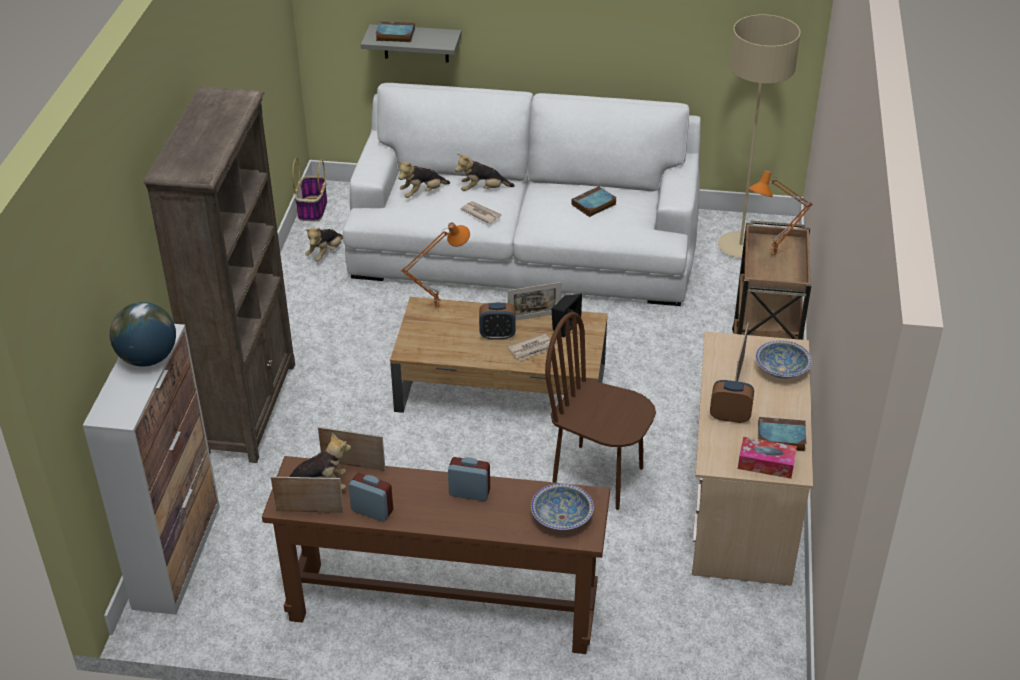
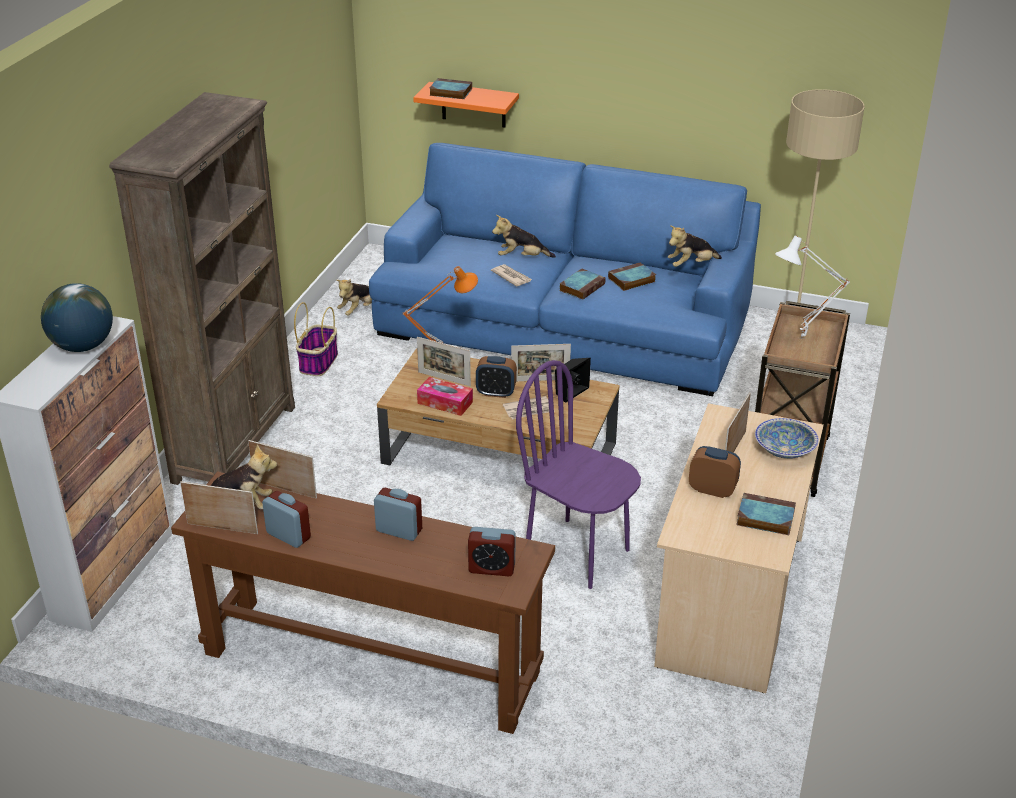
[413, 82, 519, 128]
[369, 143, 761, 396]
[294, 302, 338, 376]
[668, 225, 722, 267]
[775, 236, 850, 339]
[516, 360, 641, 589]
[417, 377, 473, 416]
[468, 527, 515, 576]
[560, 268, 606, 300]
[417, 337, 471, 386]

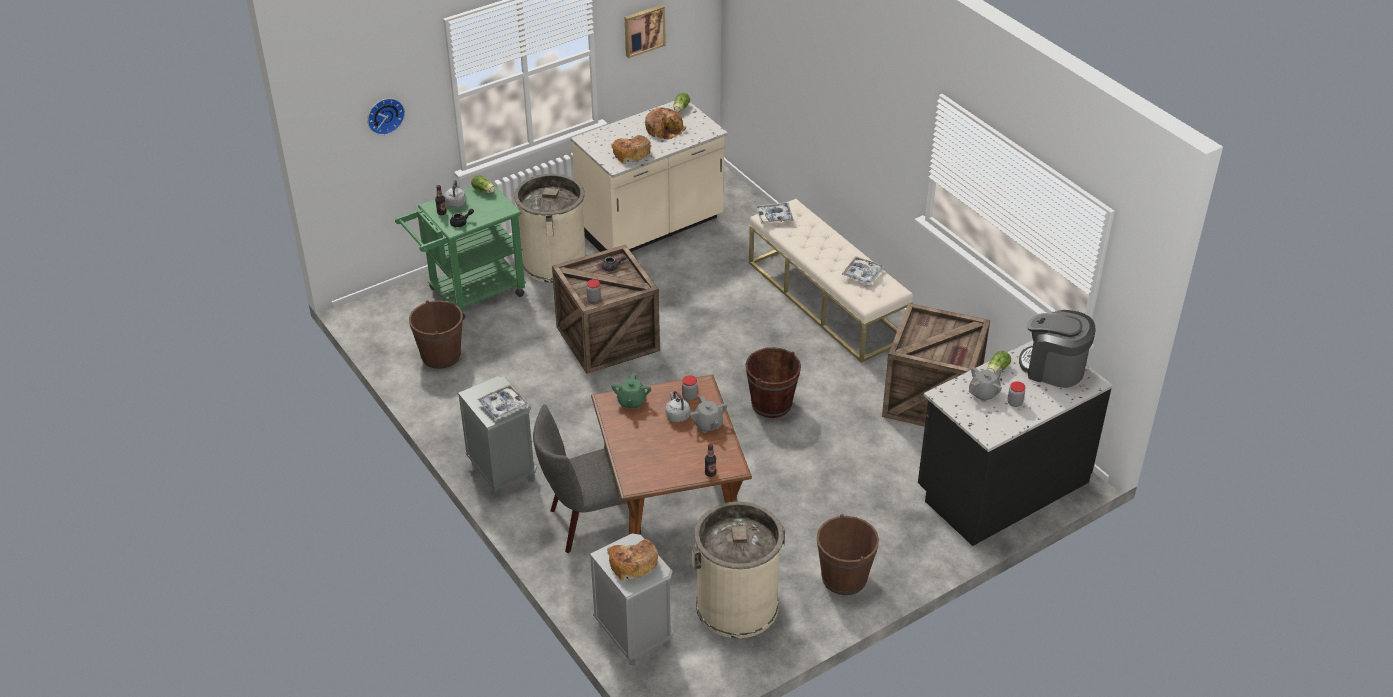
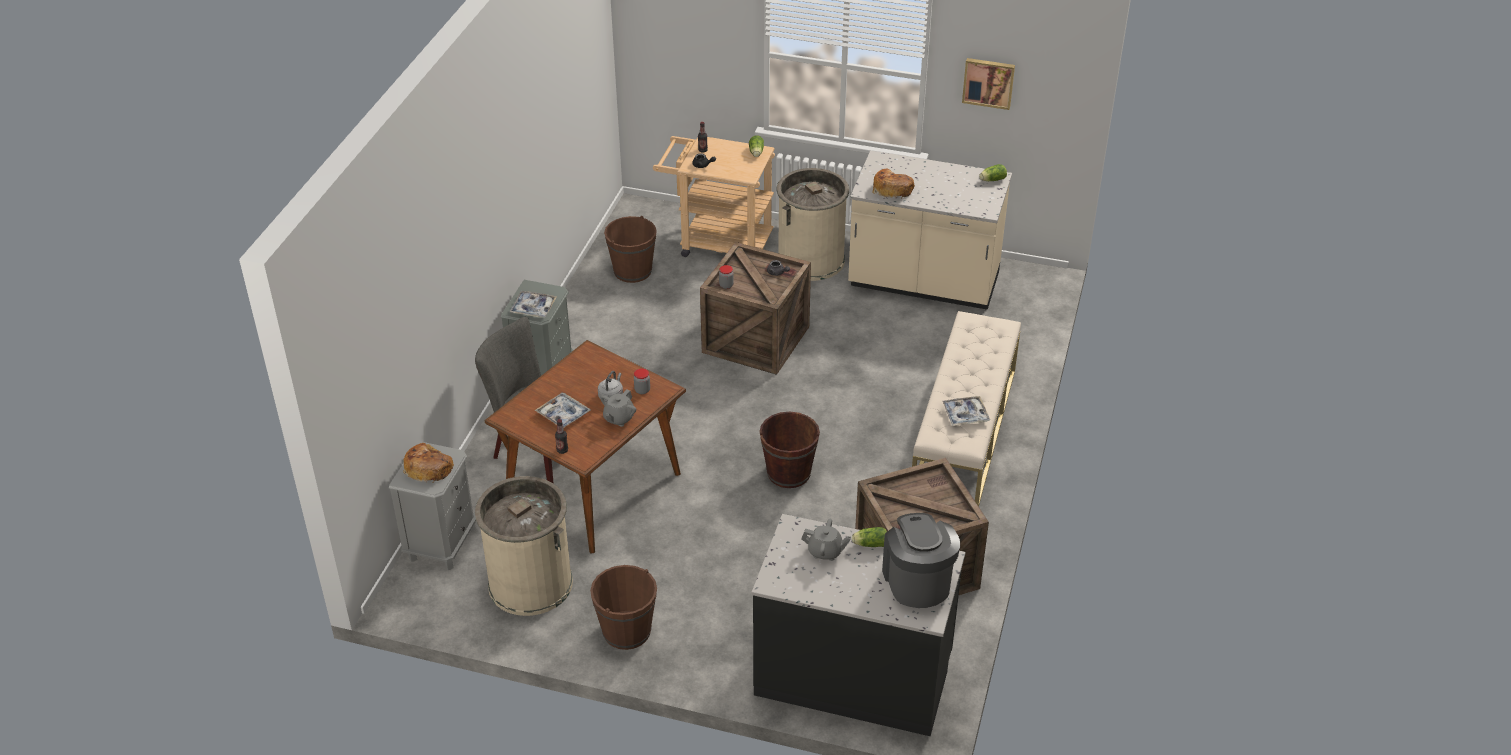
[367, 98, 405, 135] (first image)
[645, 107, 686, 139] (first image)
[653, 136, 775, 257]
[444, 180, 466, 208] (first image)
[535, 393, 591, 429]
[611, 373, 651, 409] (first image)
[1007, 381, 1025, 407] (first image)

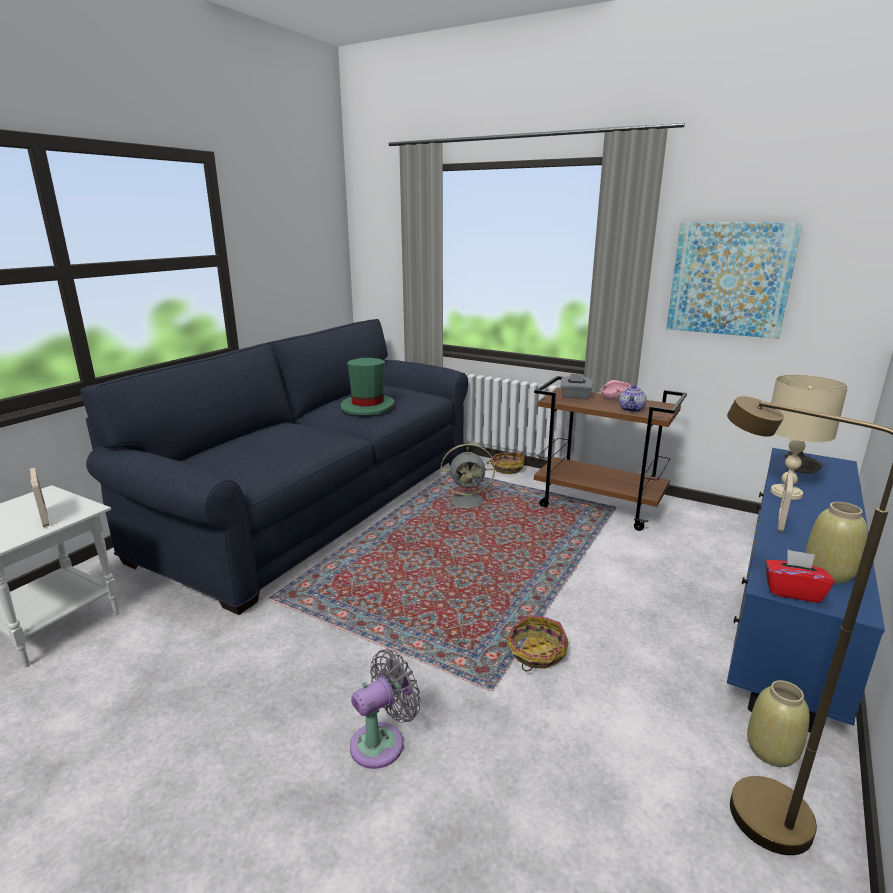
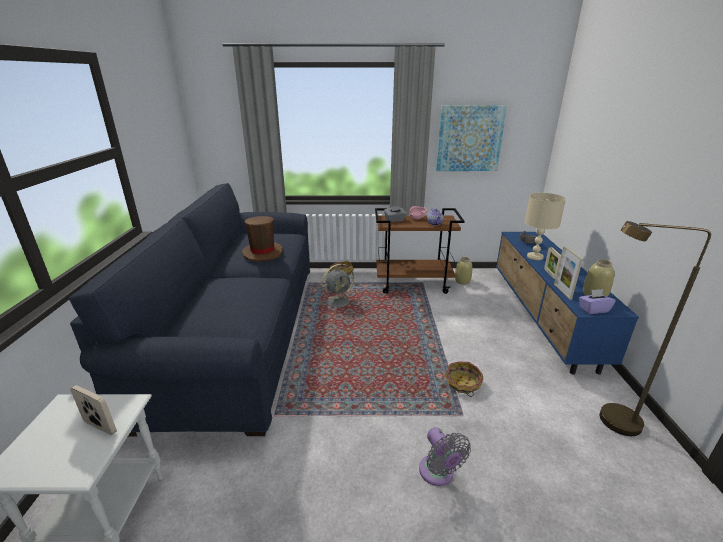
[242, 216, 283, 262]
[579, 289, 616, 314]
[419, 427, 471, 486]
[455, 257, 472, 285]
[554, 246, 583, 300]

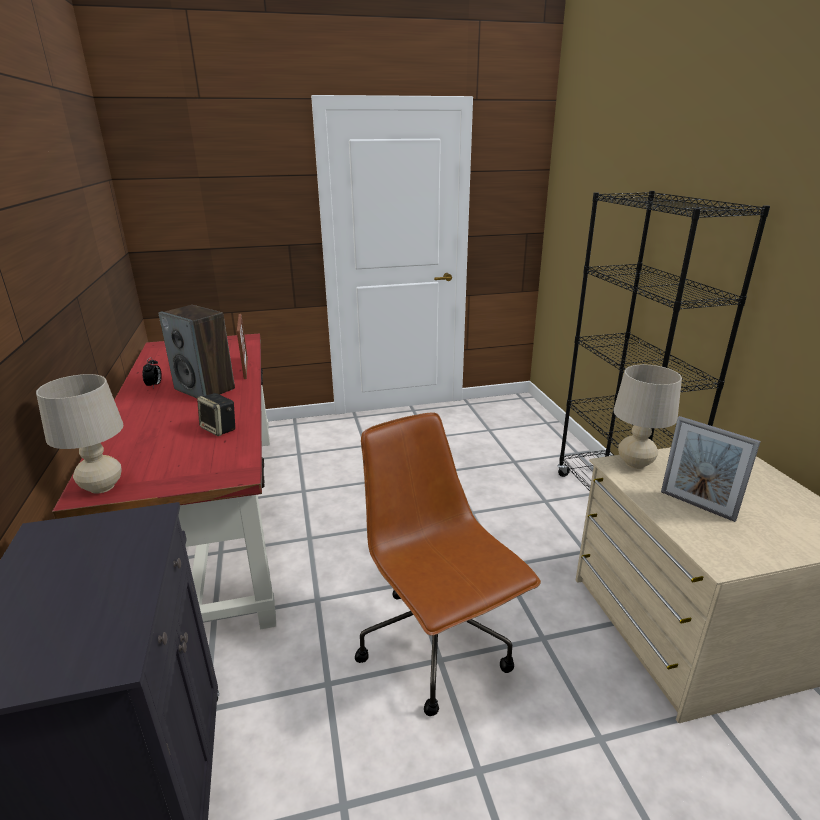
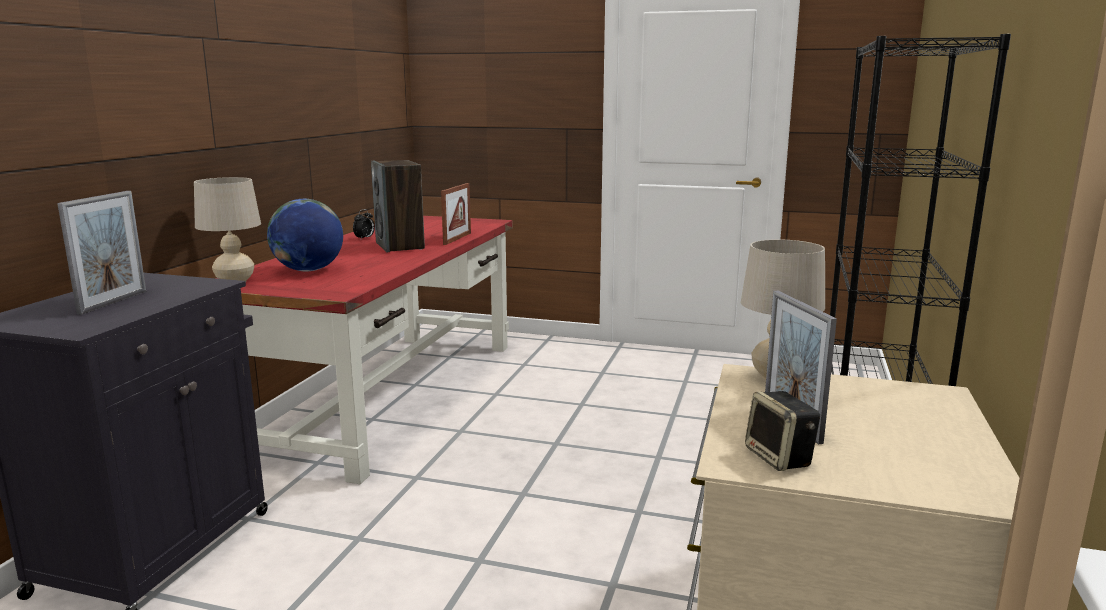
[745, 391, 820, 471]
[355, 413, 541, 716] (first image)
[57, 191, 146, 315]
[267, 199, 343, 271]

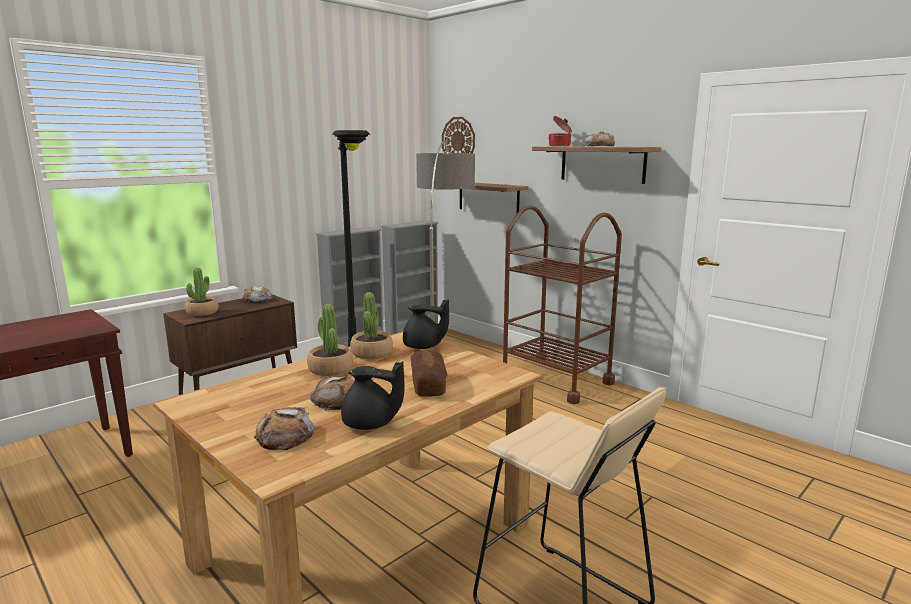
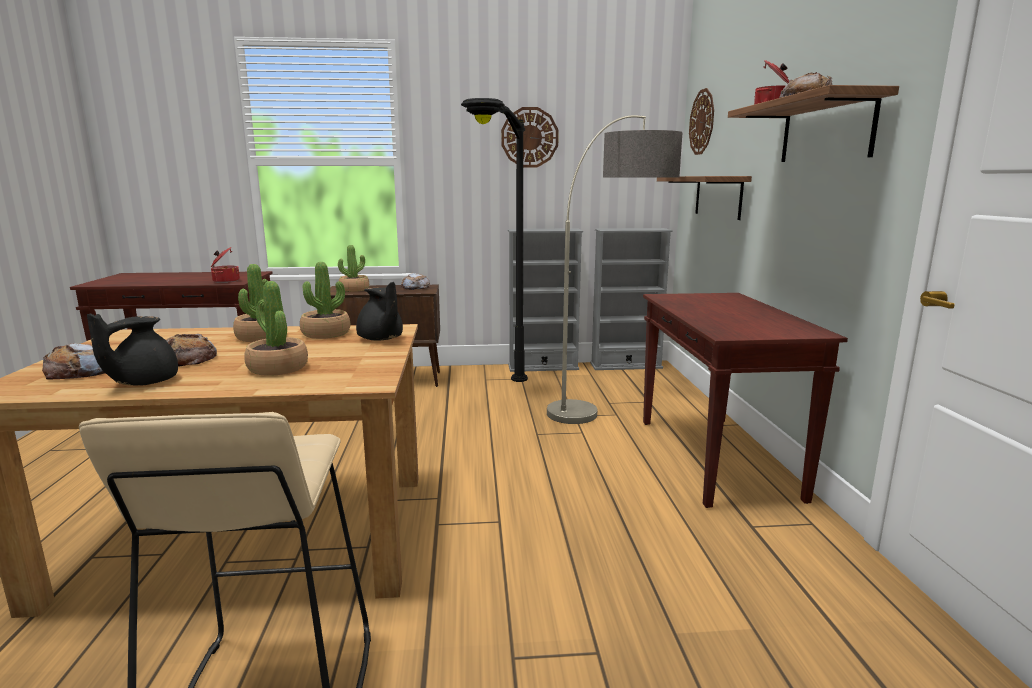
[643, 293, 848, 508]
[244, 281, 308, 376]
[87, 314, 178, 386]
[501, 107, 559, 168]
[211, 247, 240, 283]

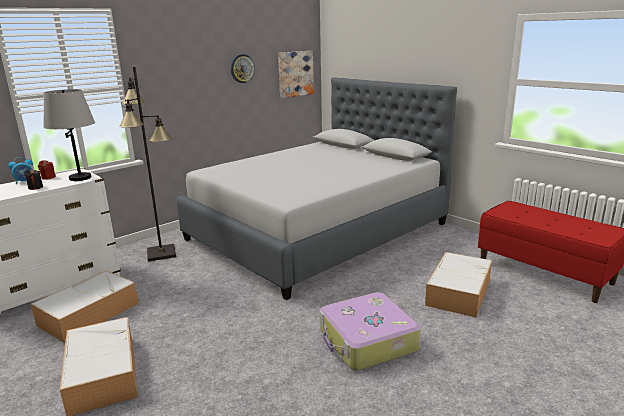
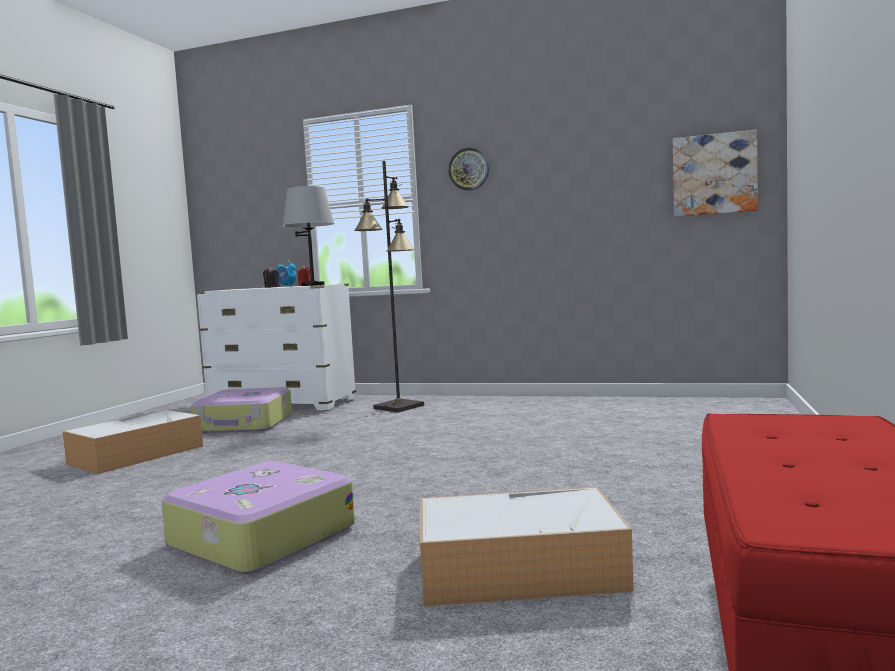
[448, 148, 489, 191]
[177, 77, 457, 300] (first image)
[191, 387, 292, 433]

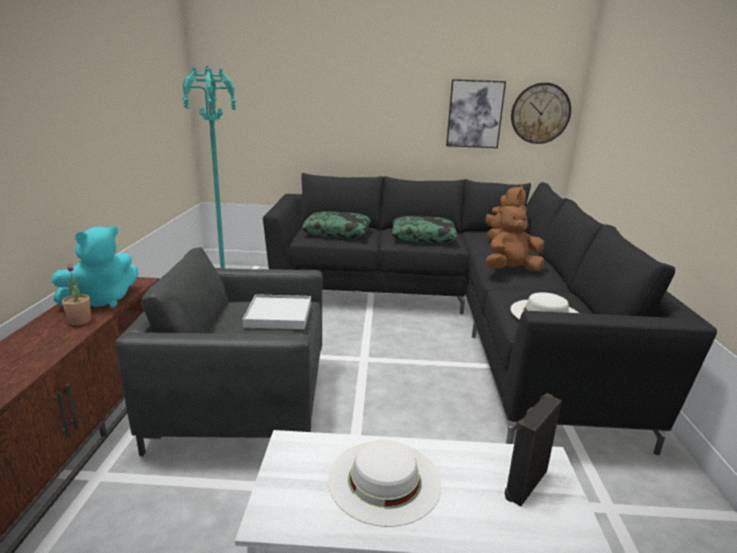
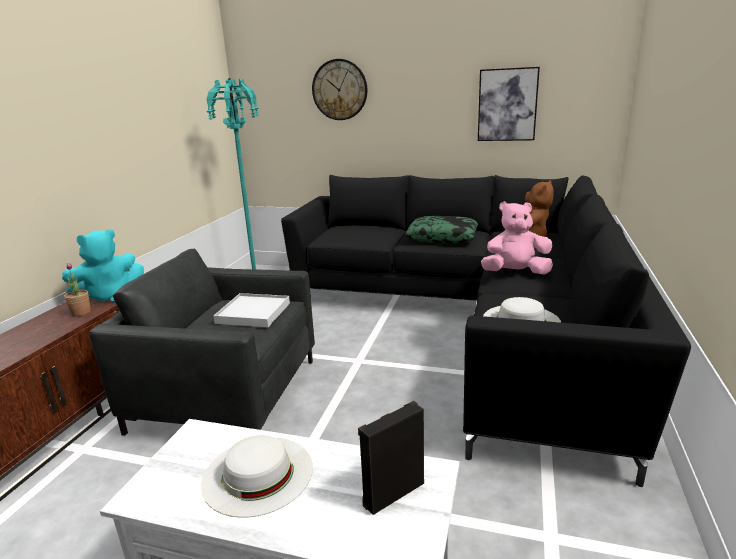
[312, 59, 368, 120]
[481, 201, 553, 275]
[302, 211, 371, 238] (first image)

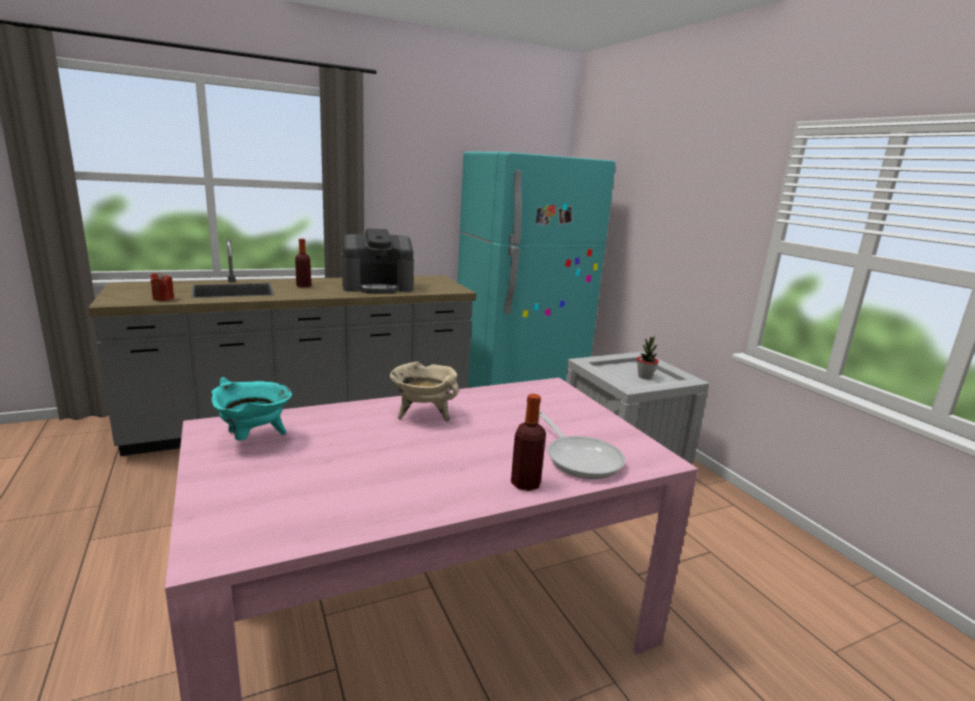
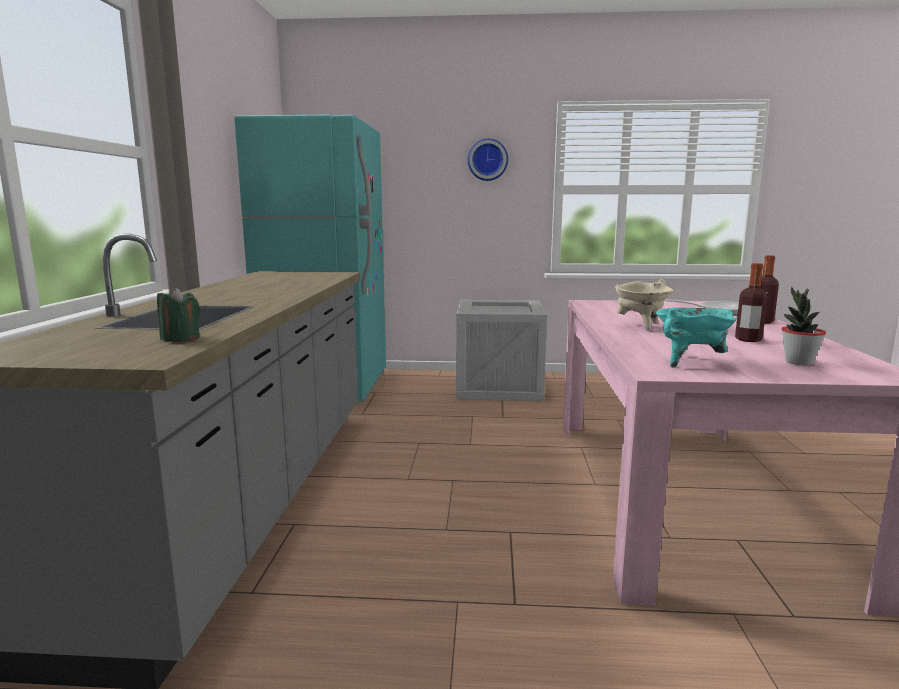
[342, 229, 414, 293] (first image)
[735, 263, 768, 342]
[157, 288, 200, 342]
[782, 287, 826, 365]
[468, 138, 508, 181]

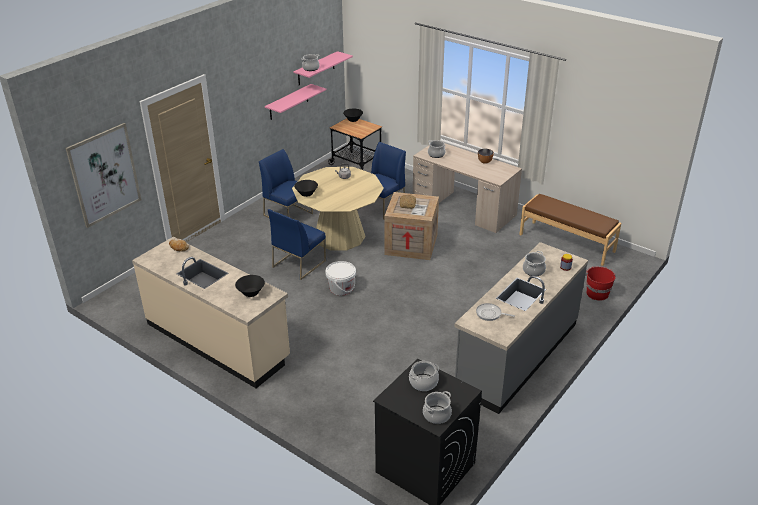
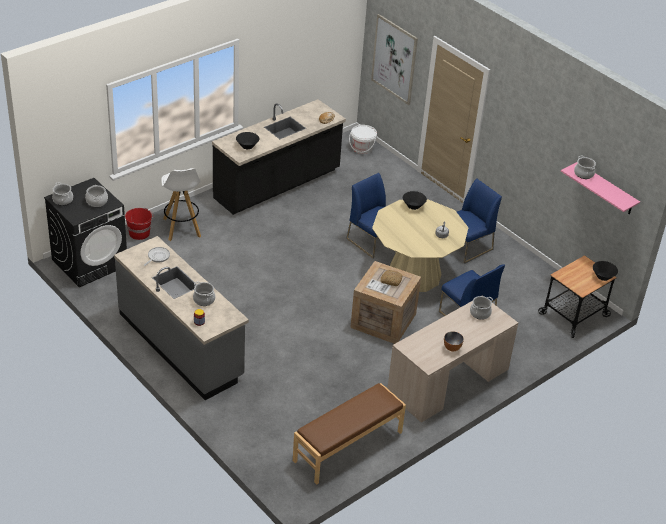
[265, 84, 326, 120] (first image)
[212, 99, 346, 215]
[349, 125, 377, 154]
[125, 208, 153, 240]
[161, 168, 201, 241]

